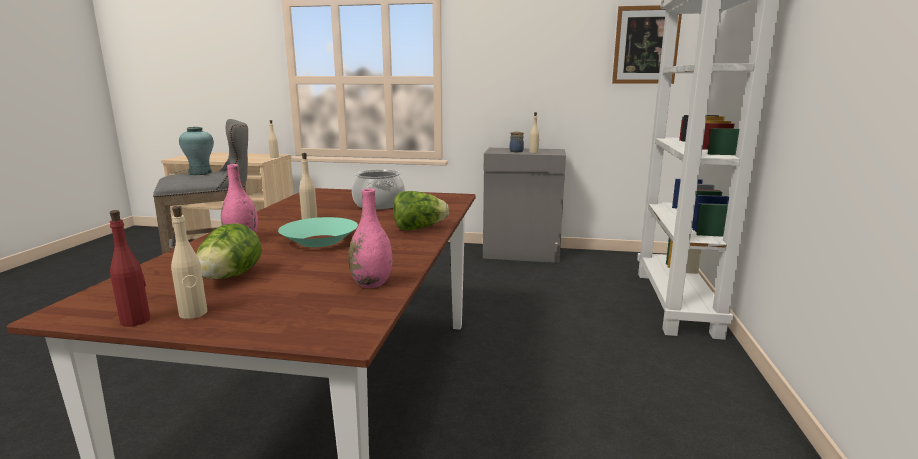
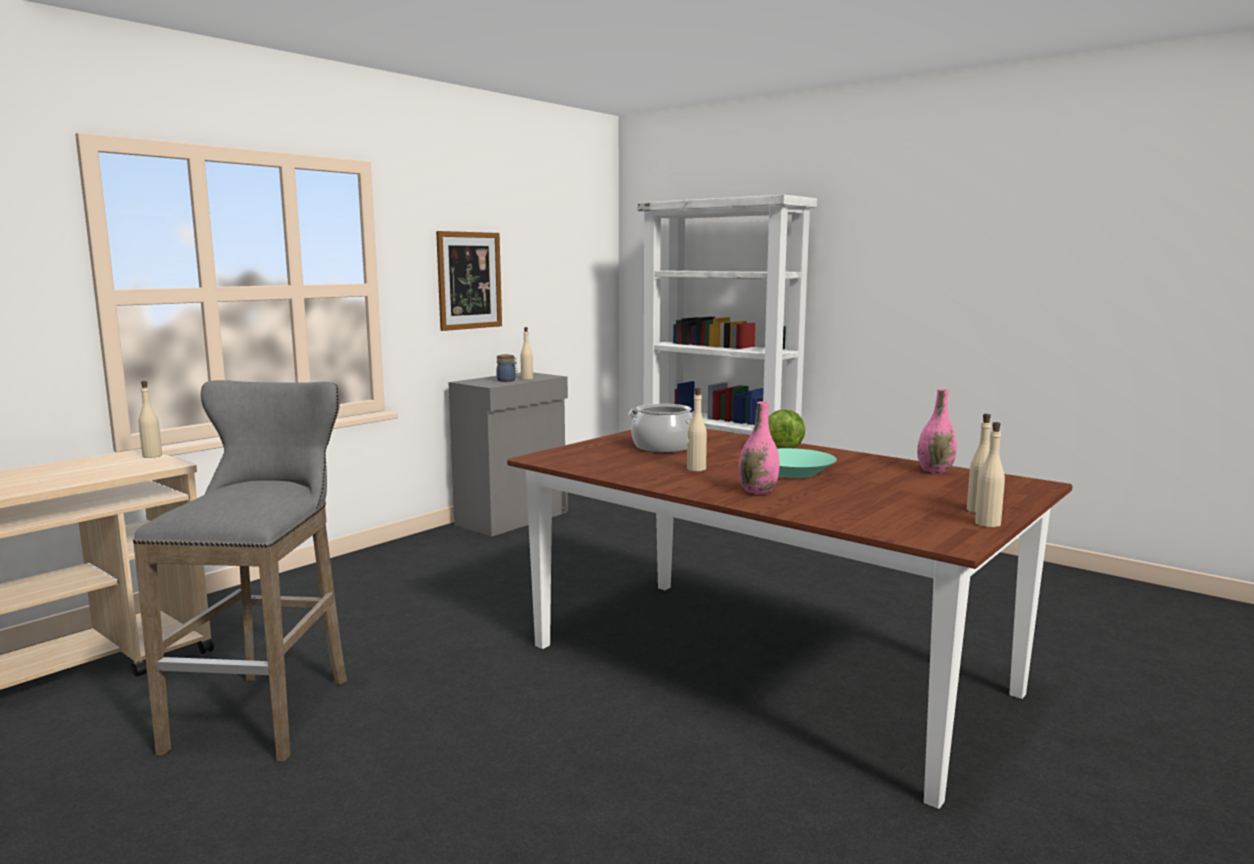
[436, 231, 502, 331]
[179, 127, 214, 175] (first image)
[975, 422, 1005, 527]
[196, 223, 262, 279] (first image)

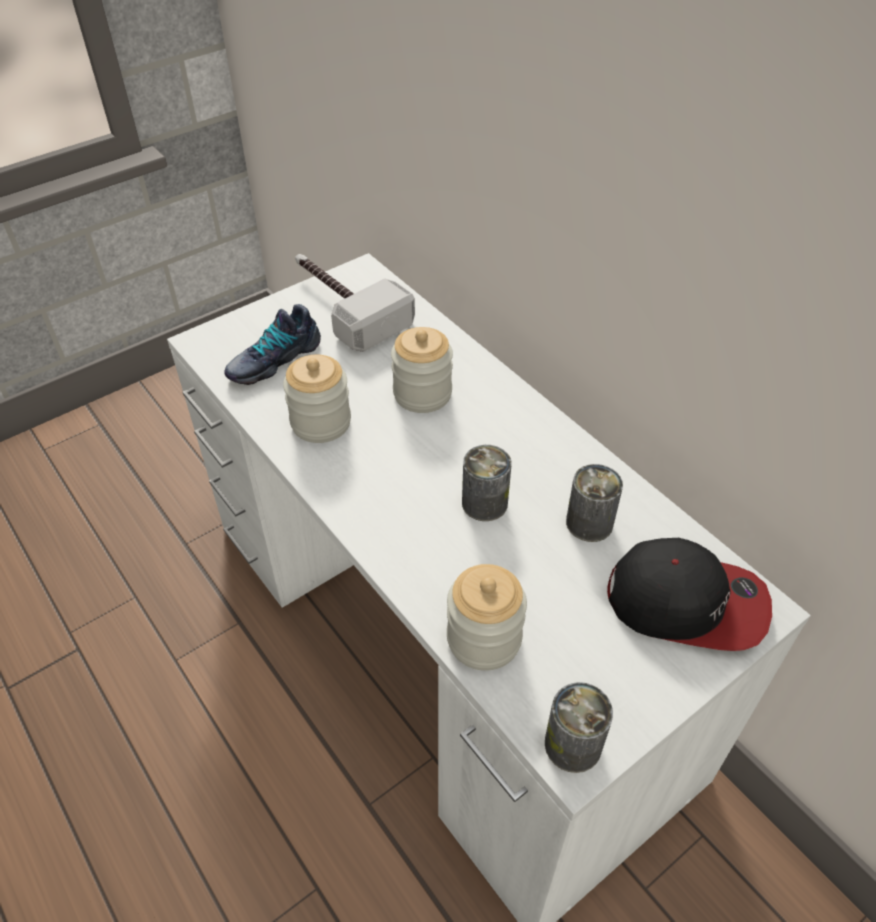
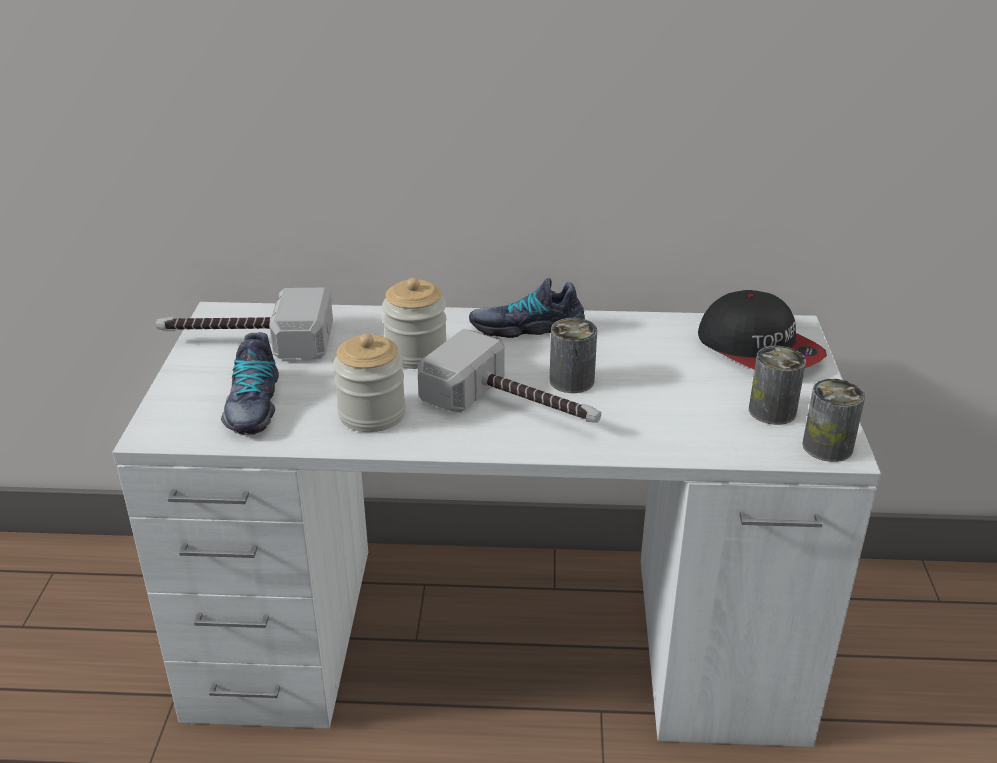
[749, 346, 806, 425]
[698, 290, 827, 370]
[447, 564, 527, 671] (first image)
[469, 278, 585, 338]
[418, 329, 601, 423]

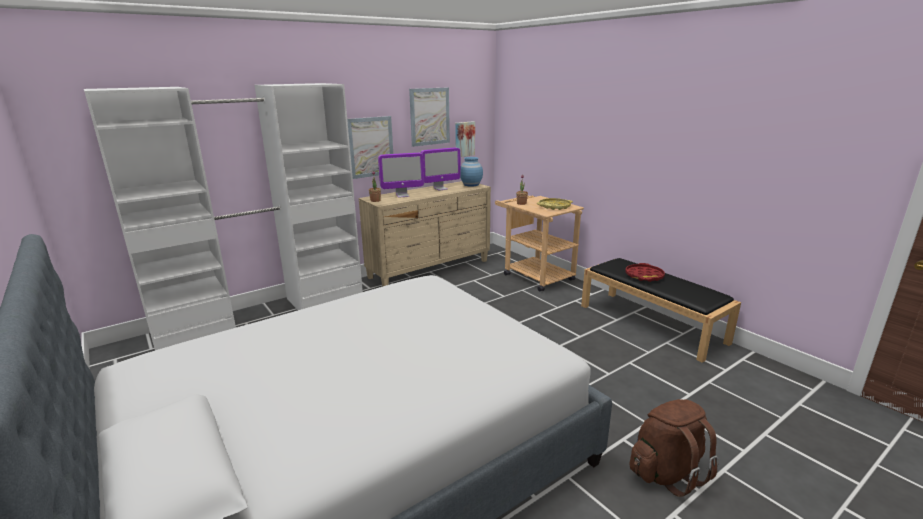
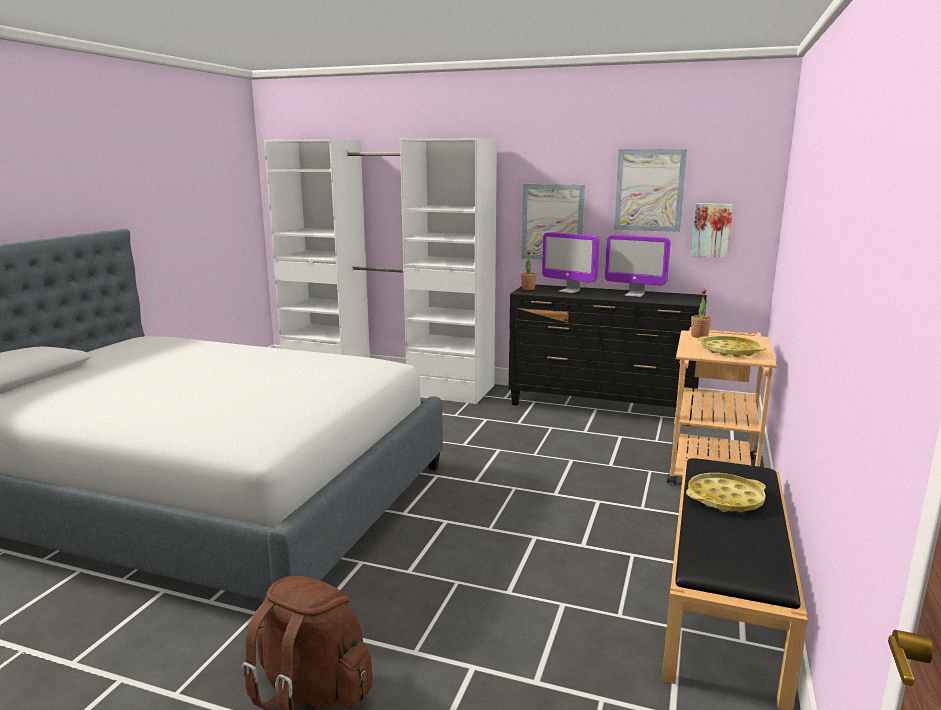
[460, 157, 483, 187] (first image)
[509, 285, 707, 426]
[686, 473, 766, 512]

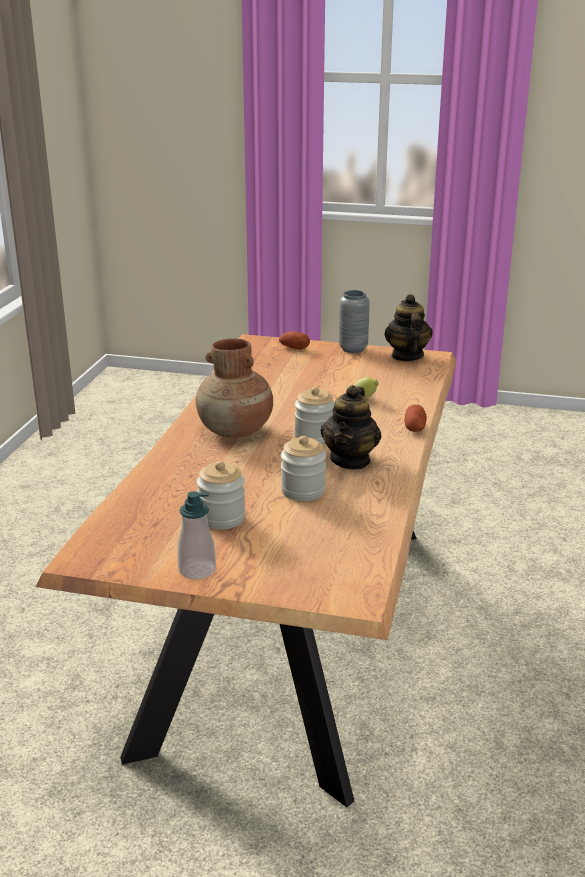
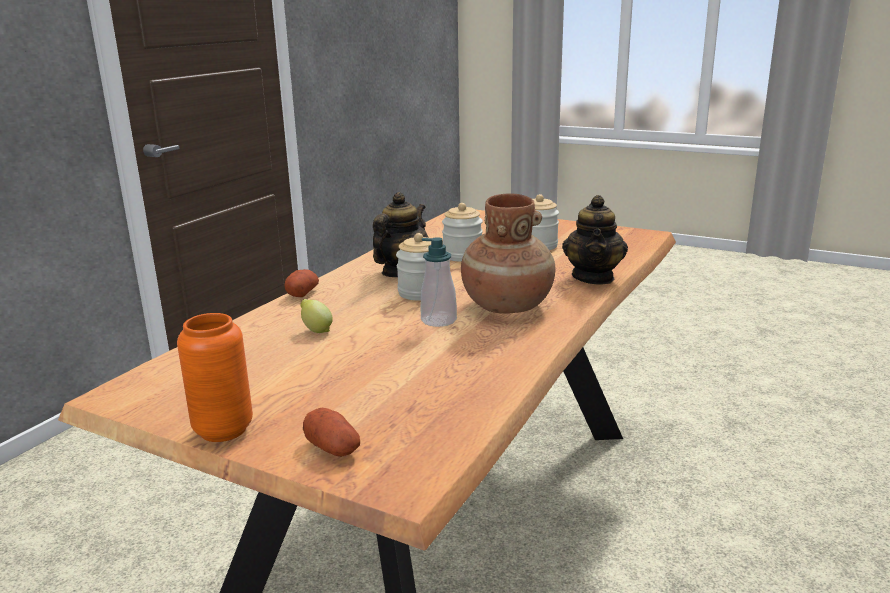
[177, 313, 253, 442]
[562, 195, 628, 285]
[420, 237, 457, 327]

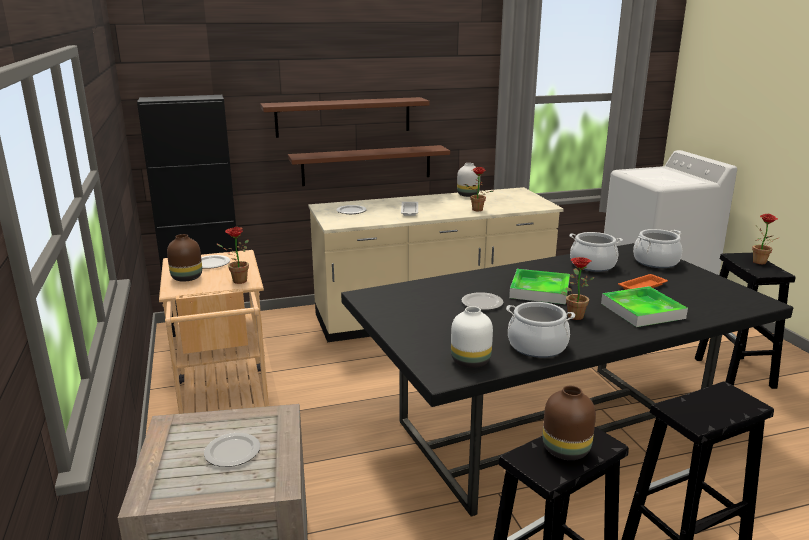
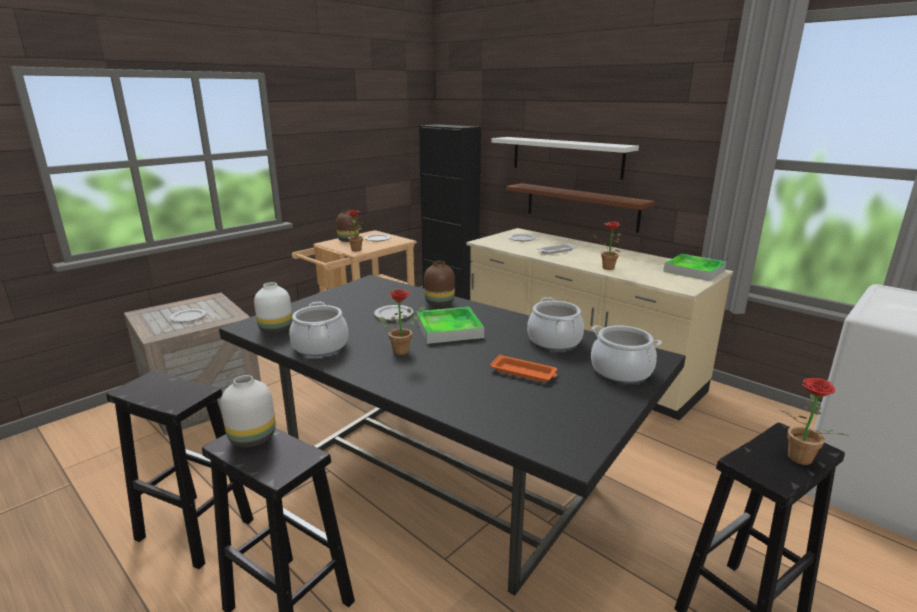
[491, 137, 639, 180]
[221, 375, 276, 447]
[663, 254, 727, 281]
[424, 261, 455, 306]

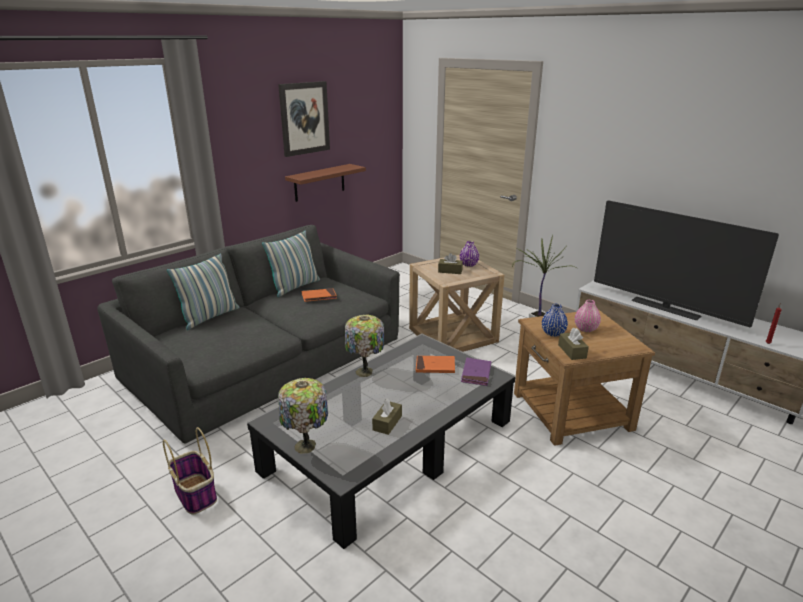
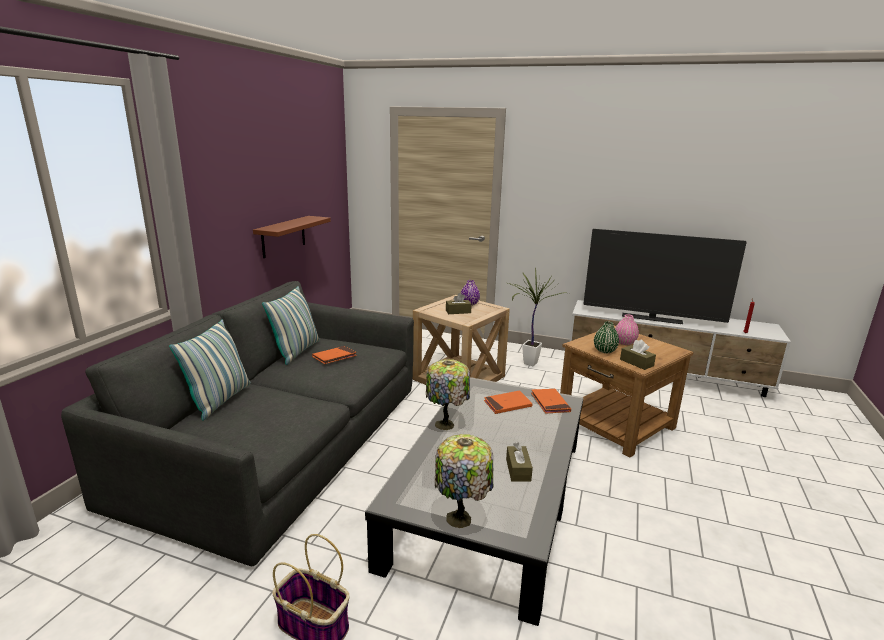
[278, 81, 330, 157] (first image)
[594, 321, 619, 353]
[531, 389, 571, 414]

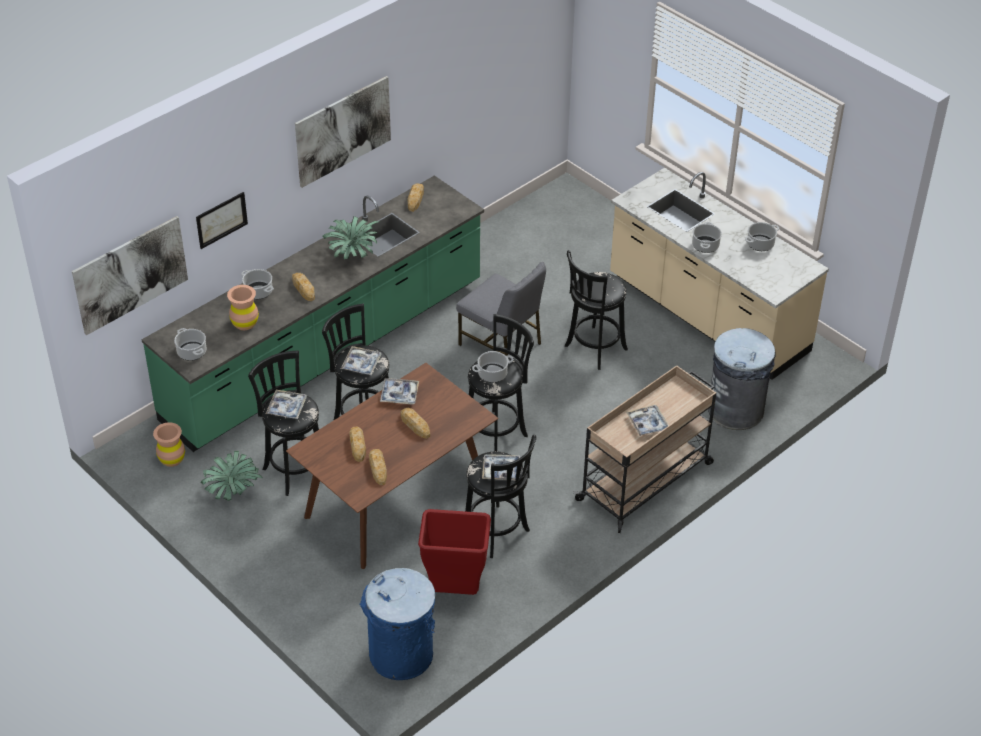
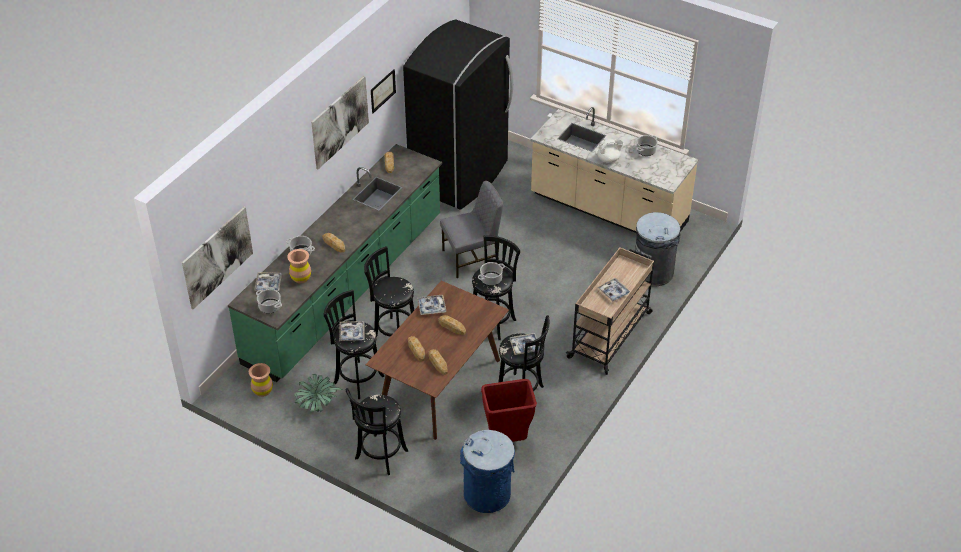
[371, 69, 396, 113]
[322, 216, 379, 259] (first image)
[597, 139, 624, 163]
[346, 388, 408, 475]
[440, 181, 503, 278]
[254, 272, 282, 291]
[403, 19, 513, 210]

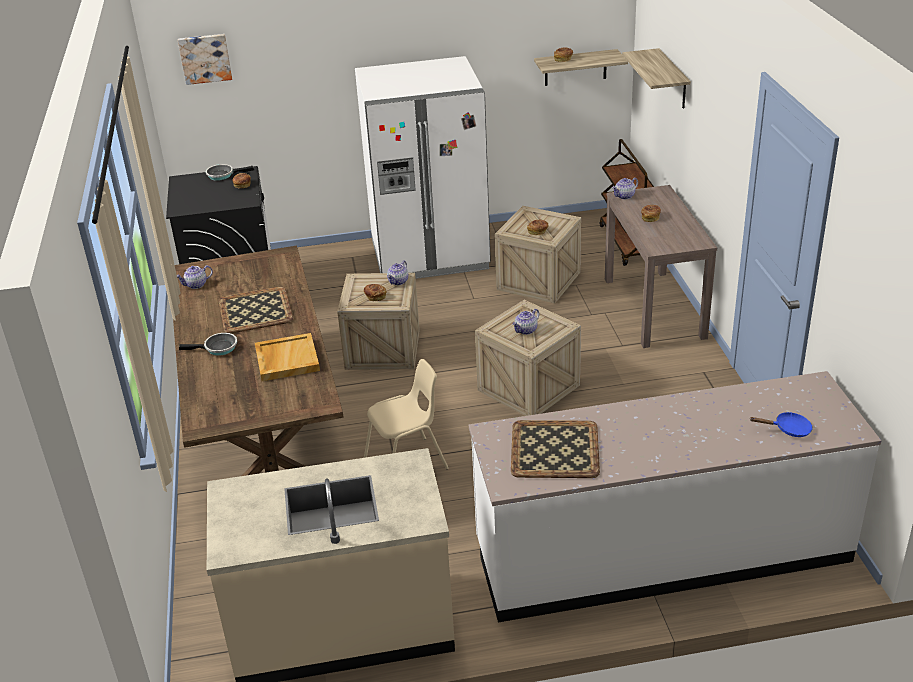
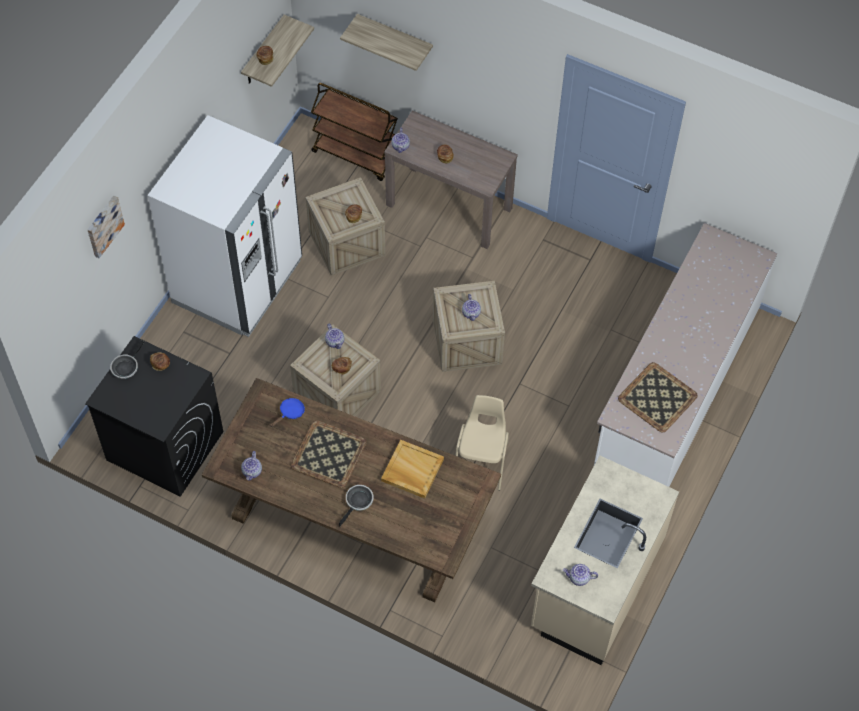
[87, 195, 125, 258]
[270, 398, 305, 427]
[563, 564, 598, 586]

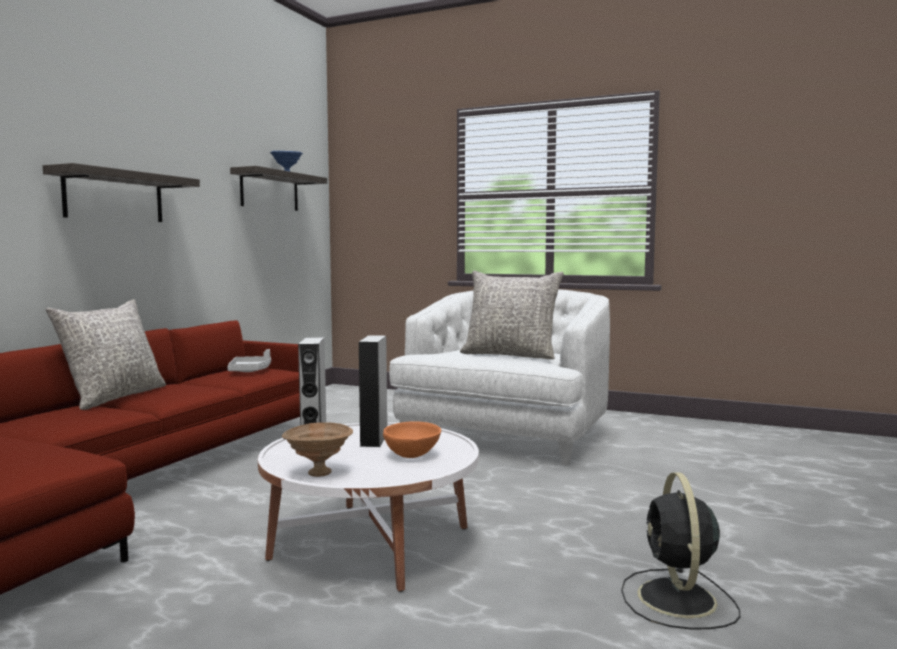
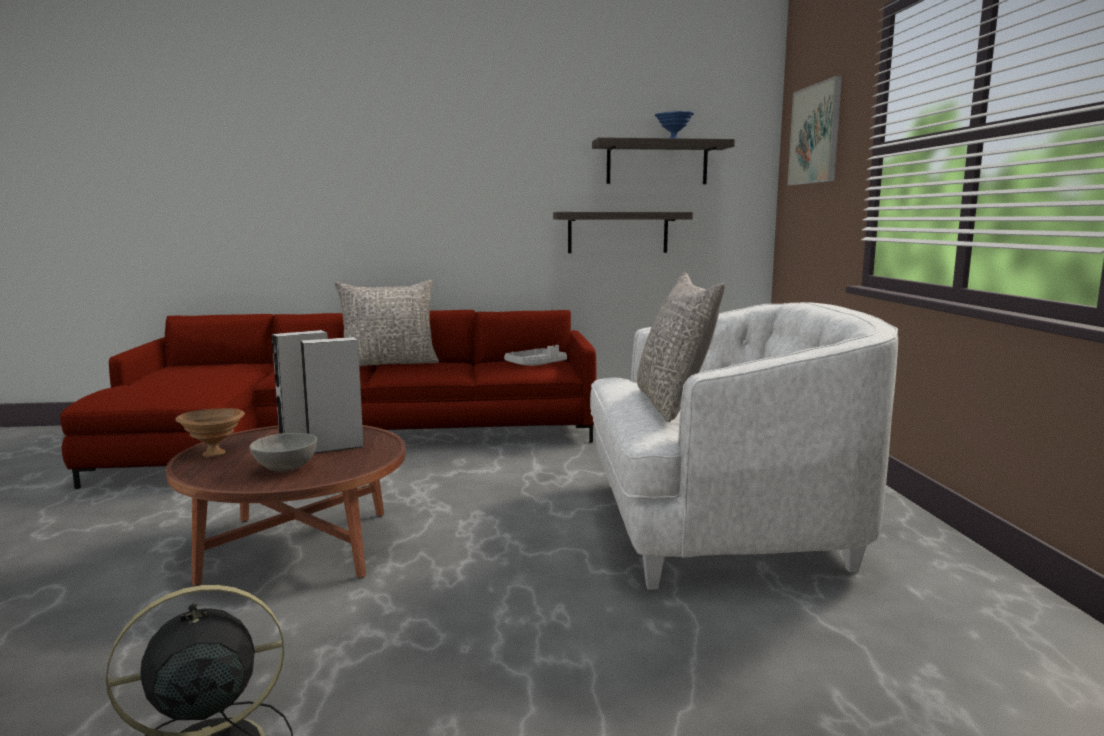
[553, 212, 693, 253]
[249, 433, 317, 472]
[166, 425, 406, 586]
[787, 76, 842, 186]

